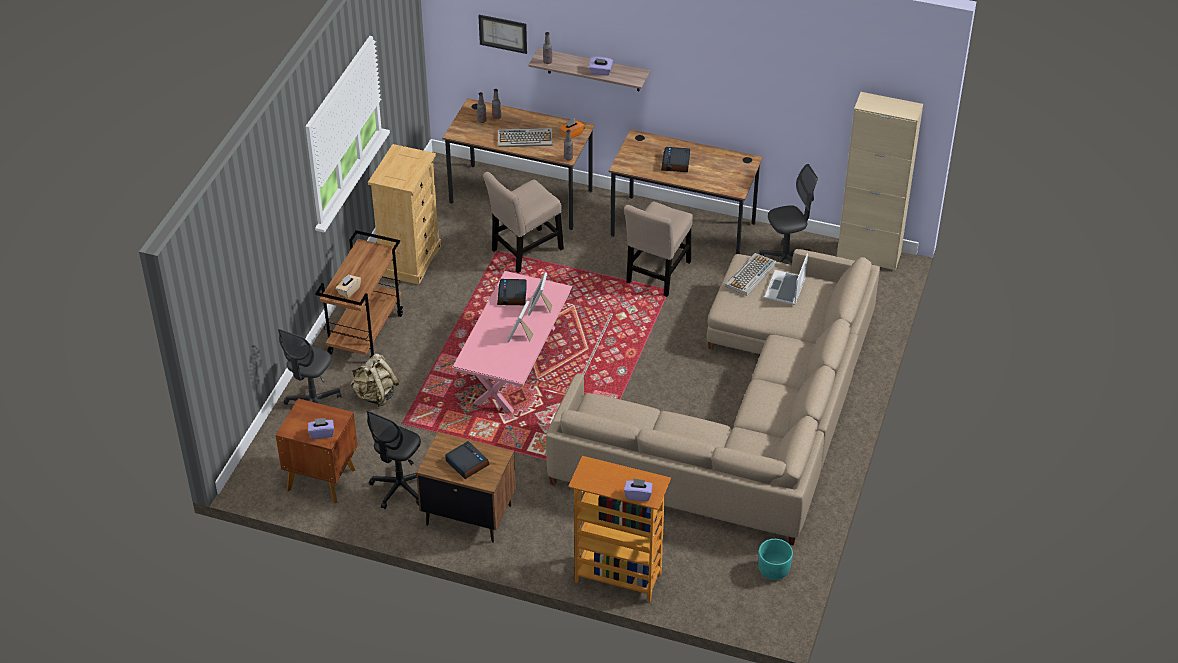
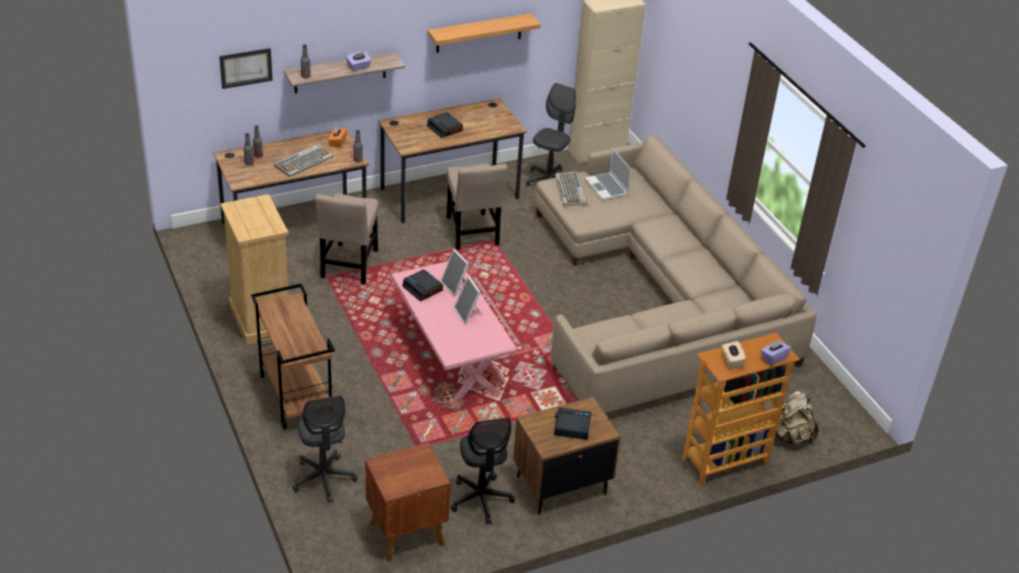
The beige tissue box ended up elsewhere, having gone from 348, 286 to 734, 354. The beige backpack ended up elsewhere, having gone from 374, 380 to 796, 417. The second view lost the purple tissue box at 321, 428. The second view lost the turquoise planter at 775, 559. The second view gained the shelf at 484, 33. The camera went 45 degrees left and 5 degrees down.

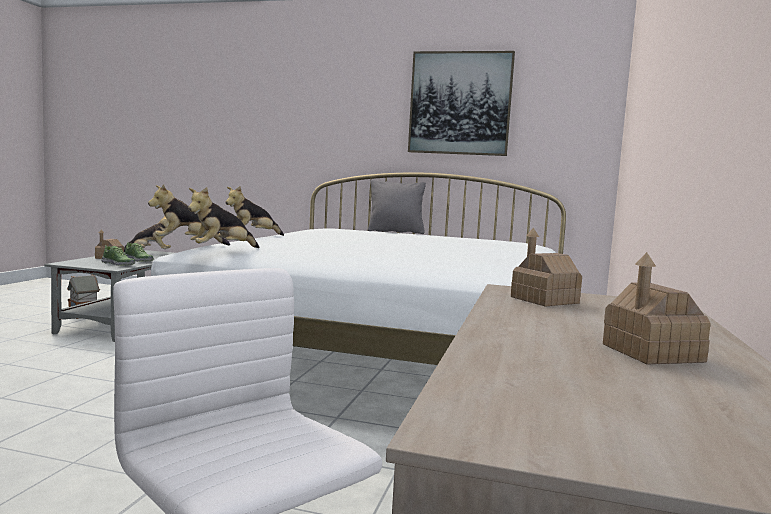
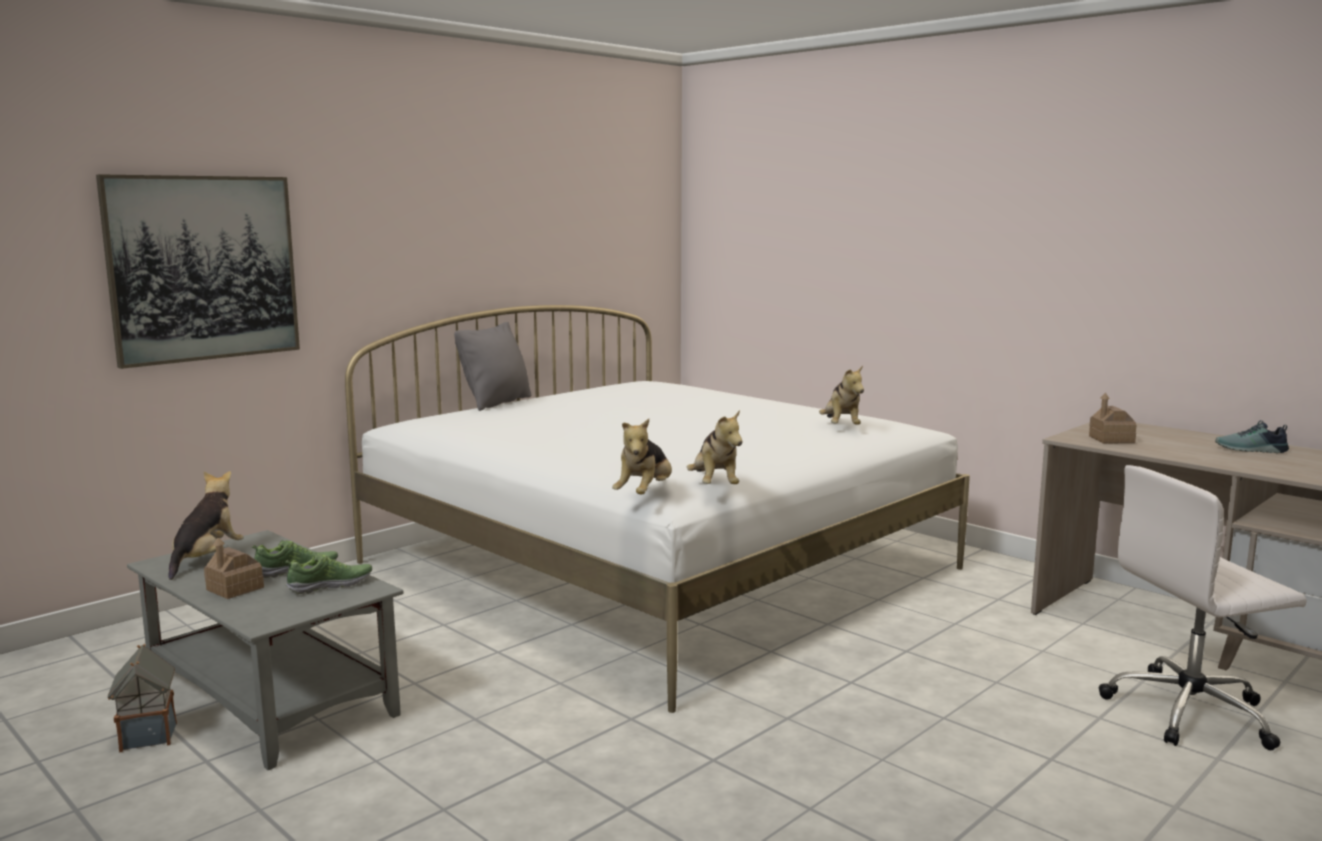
The picture ended up elsewhere, having gone from 461, 103 to 198, 272. The plush toy ended up elsewhere, having gone from 254, 211 to 841, 395. Where the toy house stood at 657, 308, the shoe came to stand at 1252, 436. The camera went 60 degrees left and 5 degrees up.

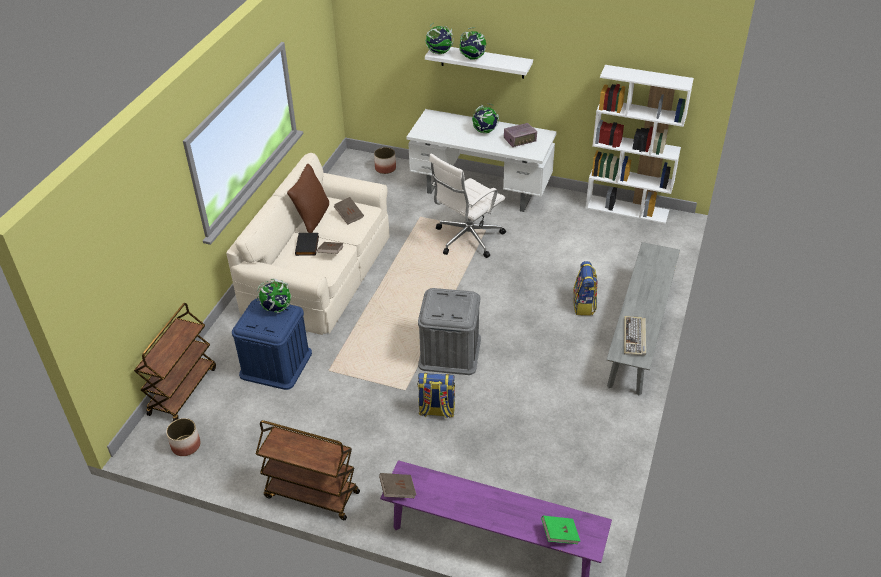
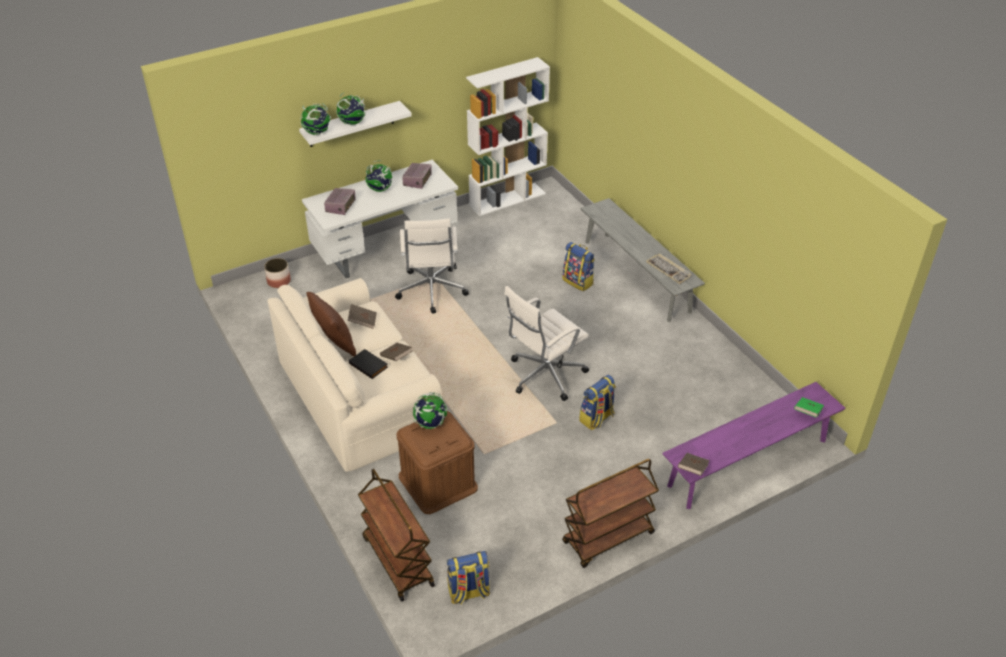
Where the grey storage box stood at 449, 331, the white office chair came to stand at 546, 343. What was the blue storage box at 272, 344 turned into the brown storage box at 437, 462. Where the planter stood at 183, 437, the backpack came to stand at 468, 577. The second view gained the radio at 340, 201. The camera went 50 degrees left and 0 degrees up.

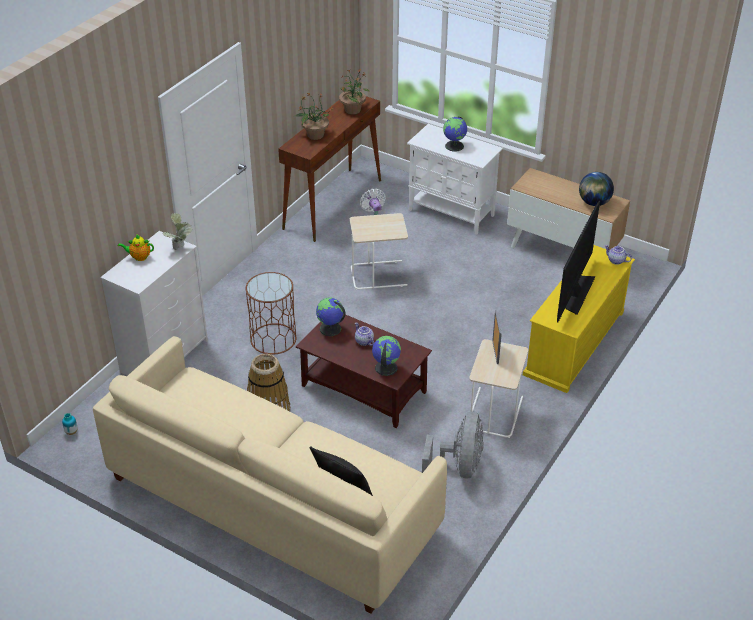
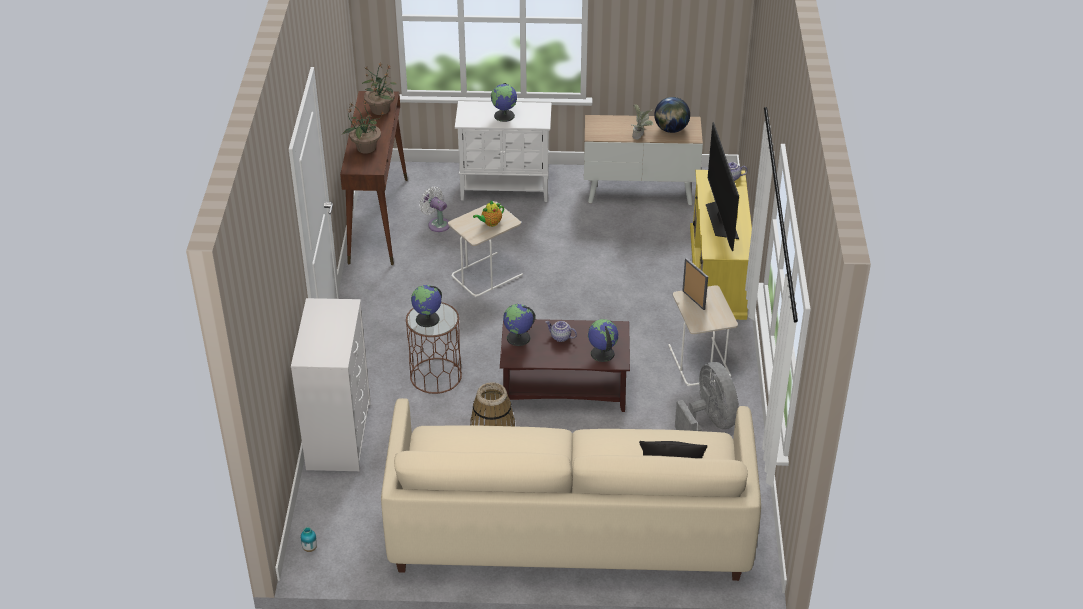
The potted plant ended up elsewhere, having gone from 177, 231 to 642, 122. The teapot ended up elsewhere, having gone from 136, 248 to 488, 213. The second view gained the globe at 426, 306. The camera went 30 degrees left and 0 degrees up.

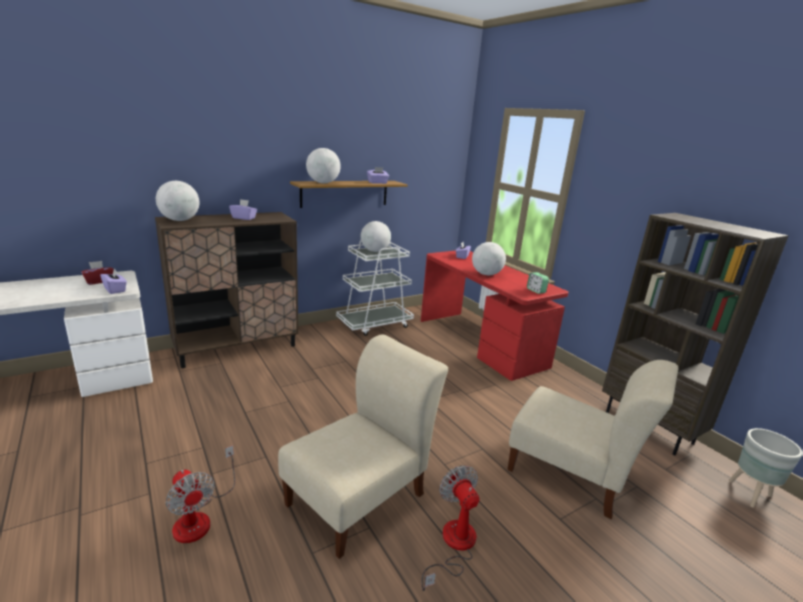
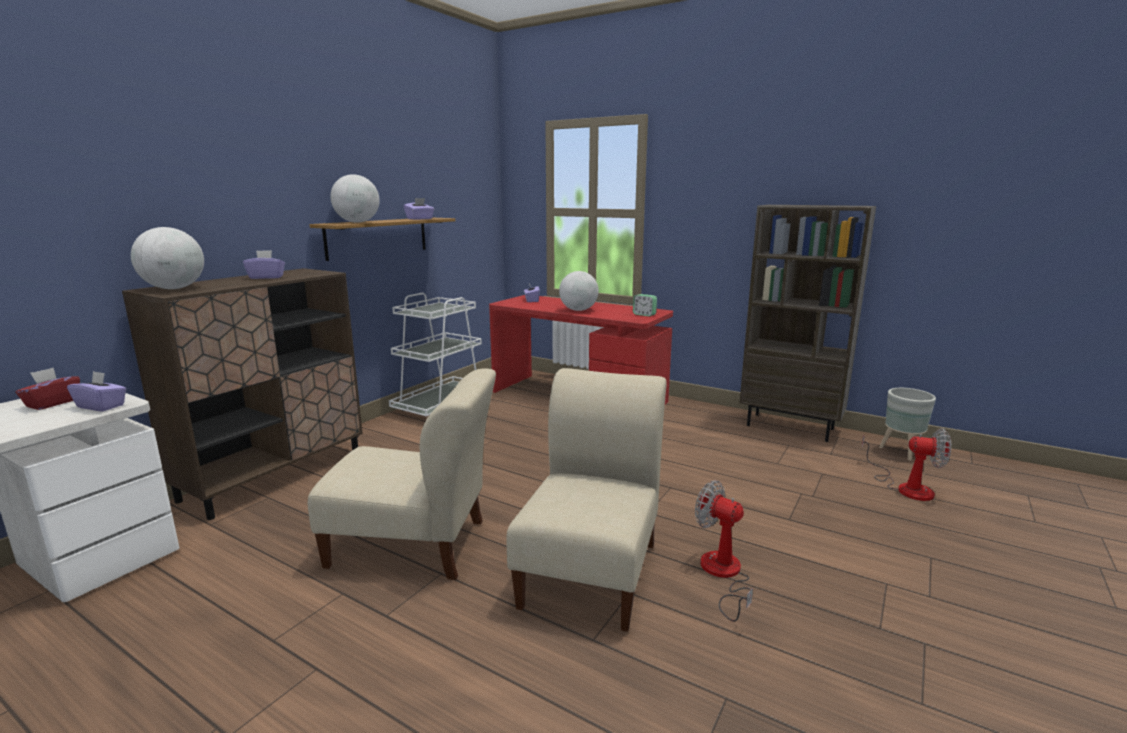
The second view lost the globe at 376, 236. The beige chair ended up elsewhere, having gone from 592, 439 to 402, 474. The fan ended up elsewhere, having gone from 200, 494 to 906, 464. The camera went 25 degrees left and 5 degrees down.

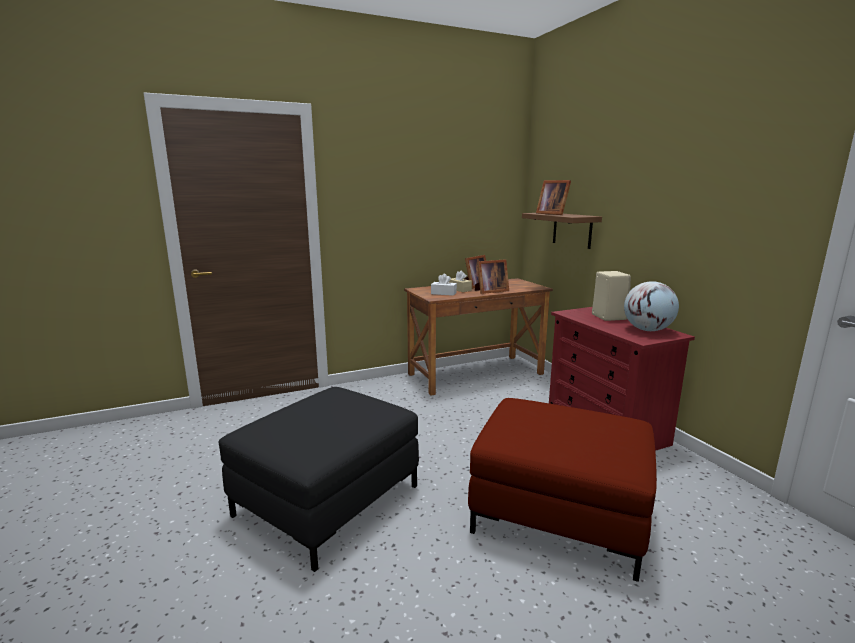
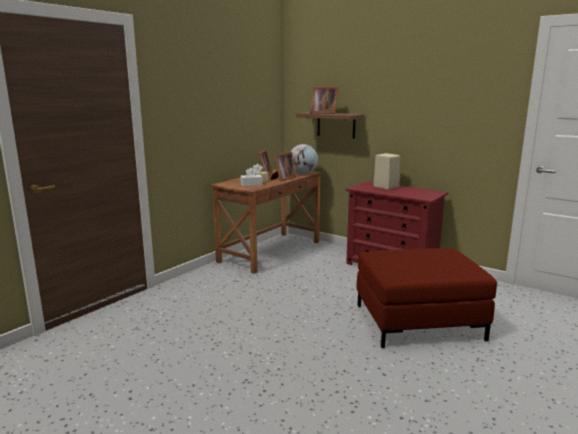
The globe ended up elsewhere, having gone from 651, 306 to 304, 159. The second view lost the black ottoman at 318, 479. The camera went 30 degrees left and 0 degrees up.

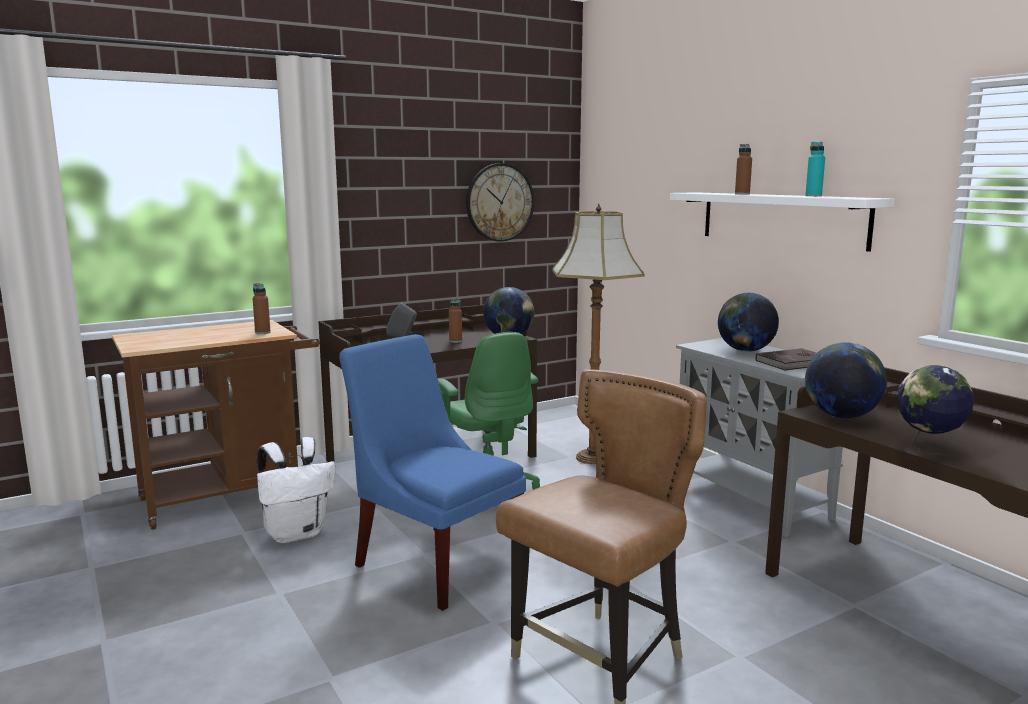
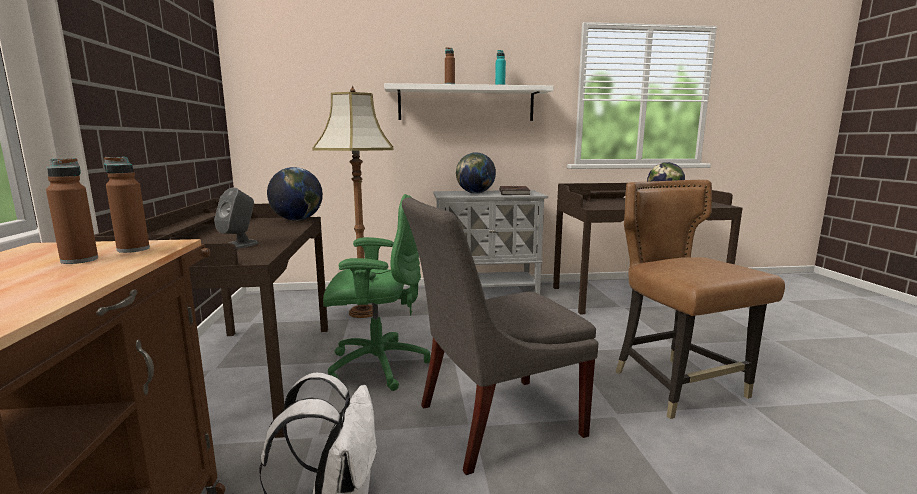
The second view lost the wall clock at 500, 202. The brown bottle ended up elsewhere, having gone from 455, 320 to 72, 211. What was the blue chair at 432, 472 turned into the grey chair at 500, 336. The second view lost the globe at 846, 380. The camera went 65 degrees left and 0 degrees up.

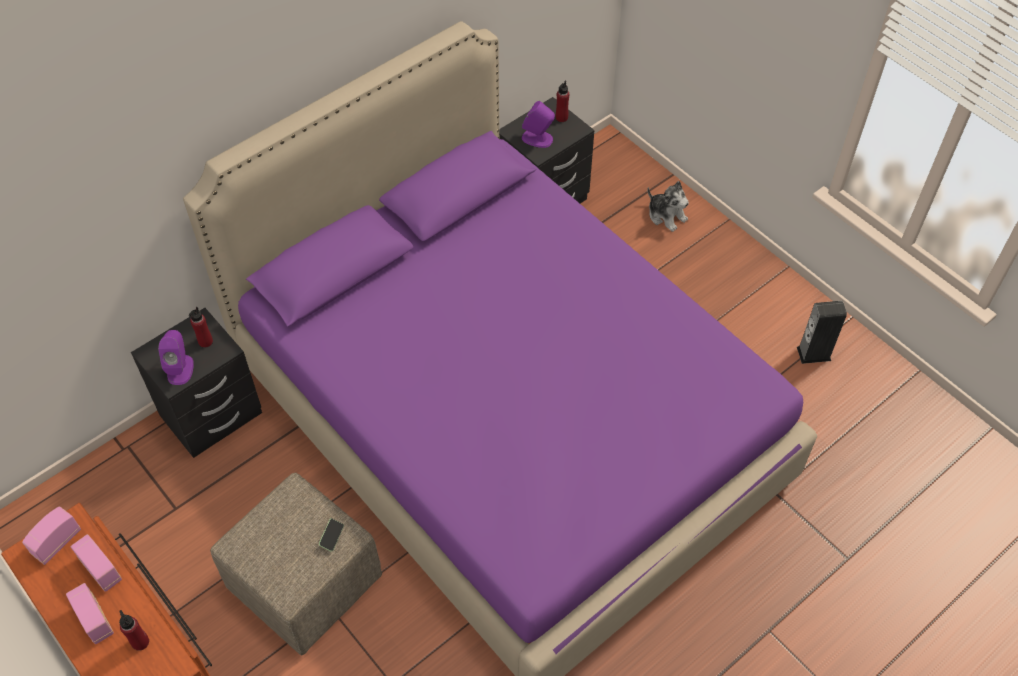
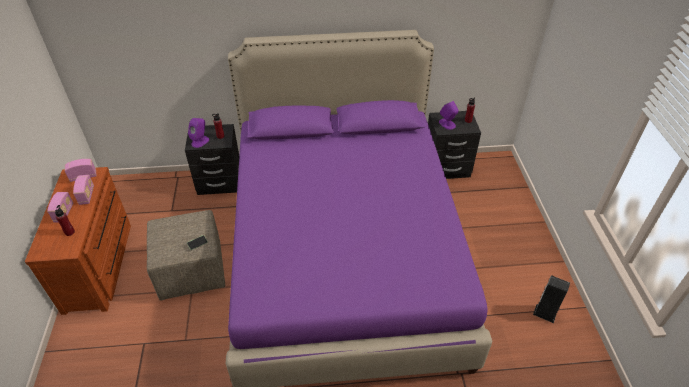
The second view lost the plush toy at 668, 206. The camera went 35 degrees right and 10 degrees down.

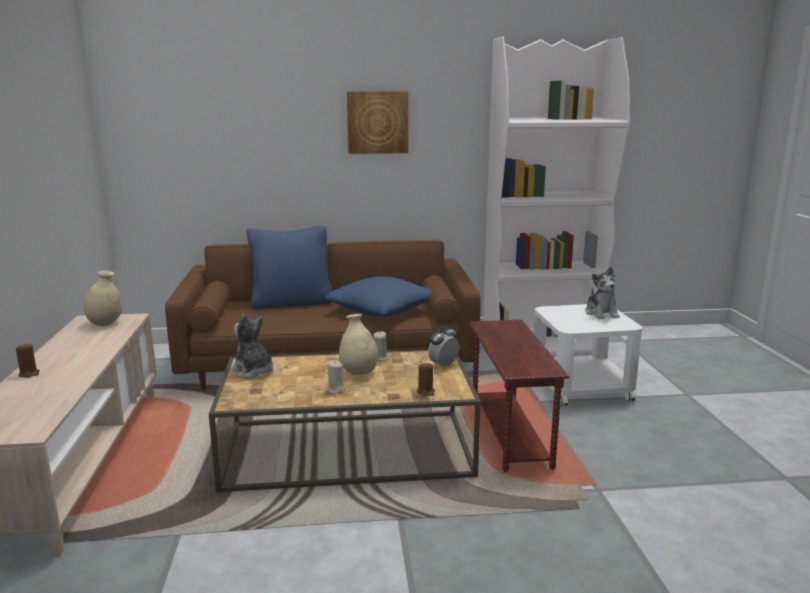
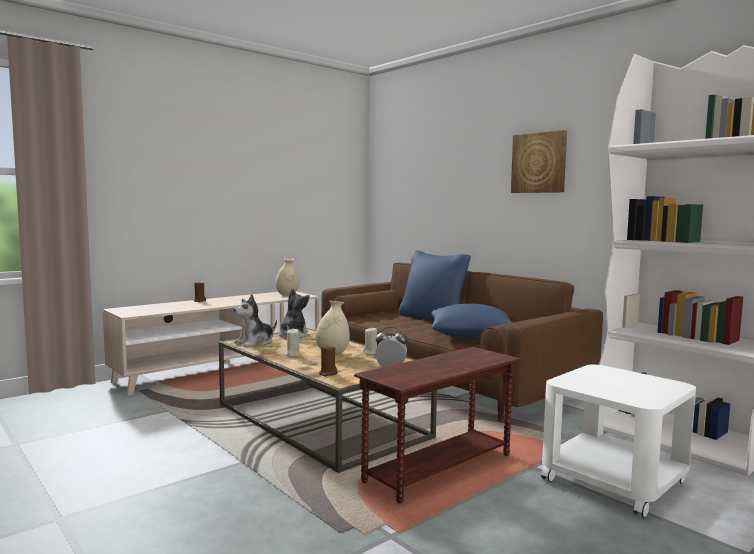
The plush toy ended up elsewhere, having gone from 602, 293 to 255, 320. The camera went 55 degrees right and 10 degrees down.

